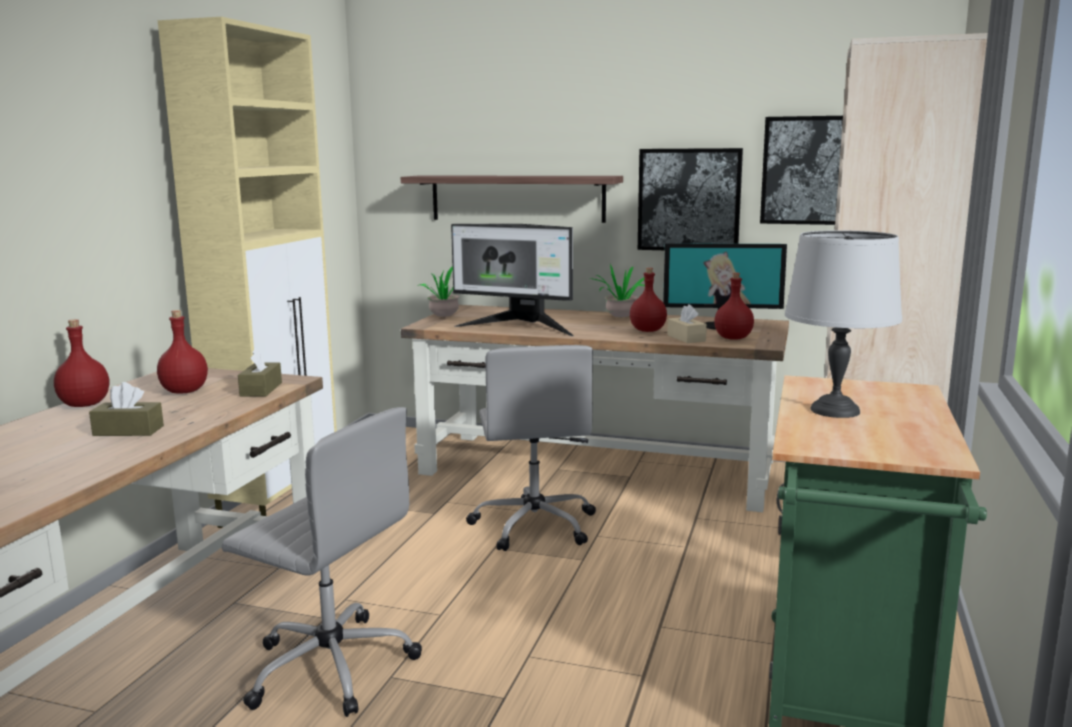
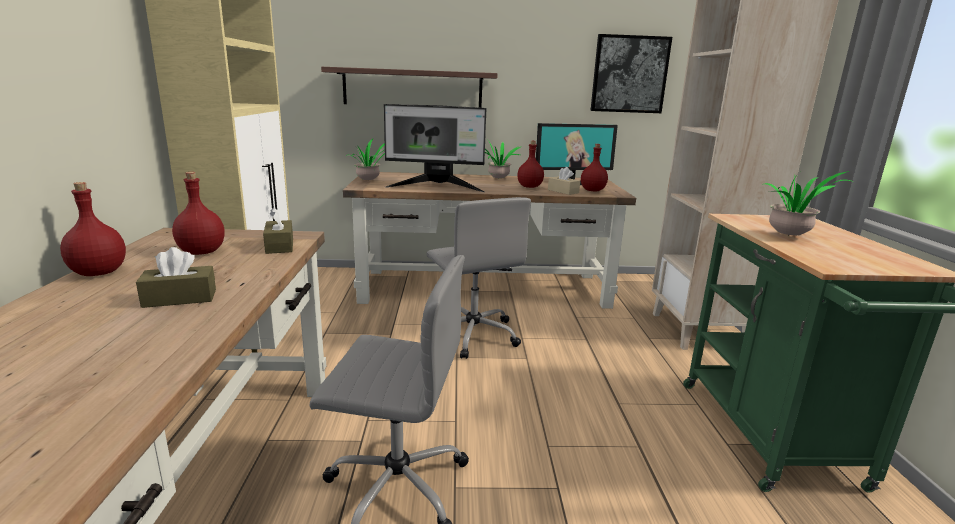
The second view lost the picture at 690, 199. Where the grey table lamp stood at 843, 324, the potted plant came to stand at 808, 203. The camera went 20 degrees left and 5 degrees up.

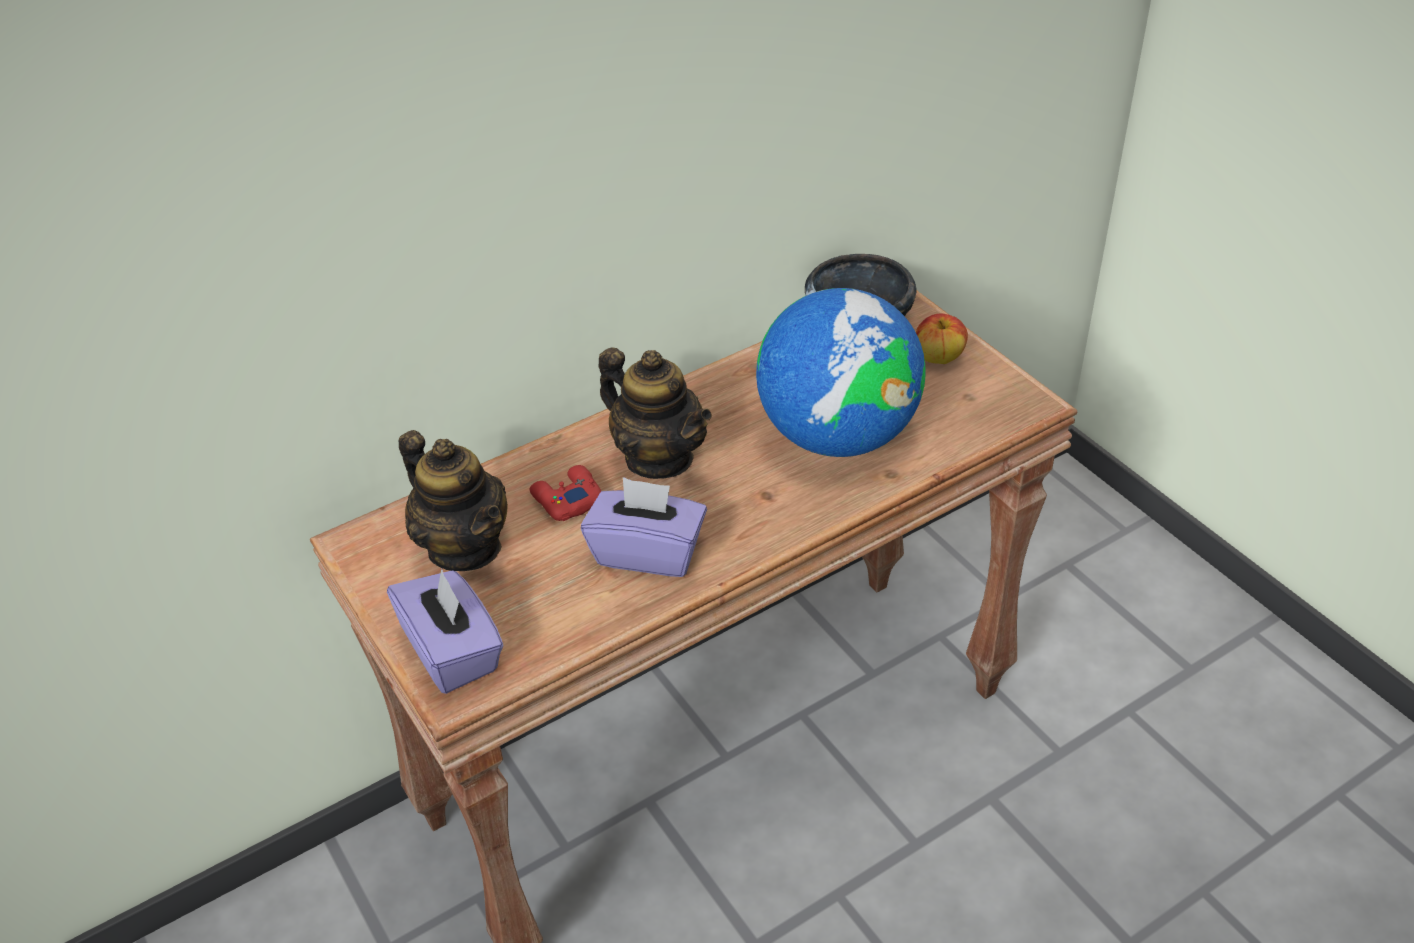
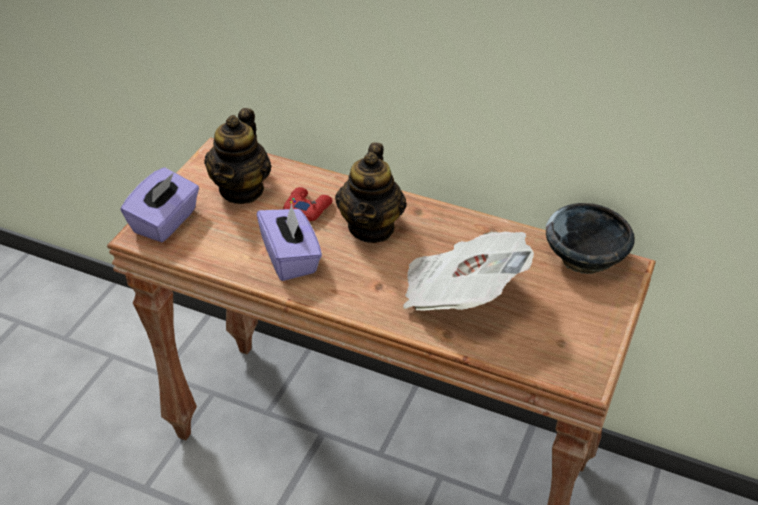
Where the globe stood at 841, 372, the newspaper came to stand at 468, 271. The second view lost the apple at 942, 338. The camera went 55 degrees right and 0 degrees up.

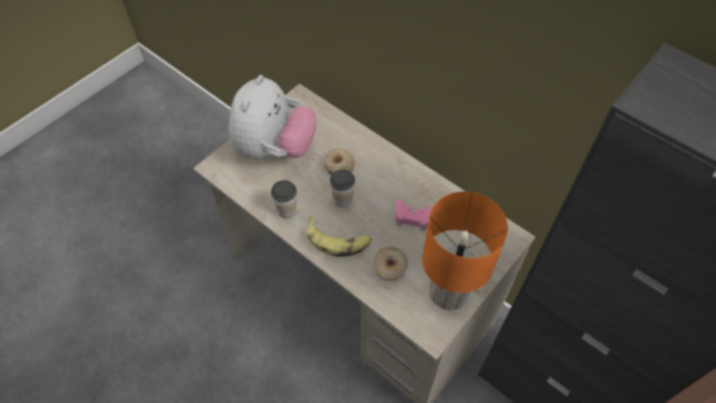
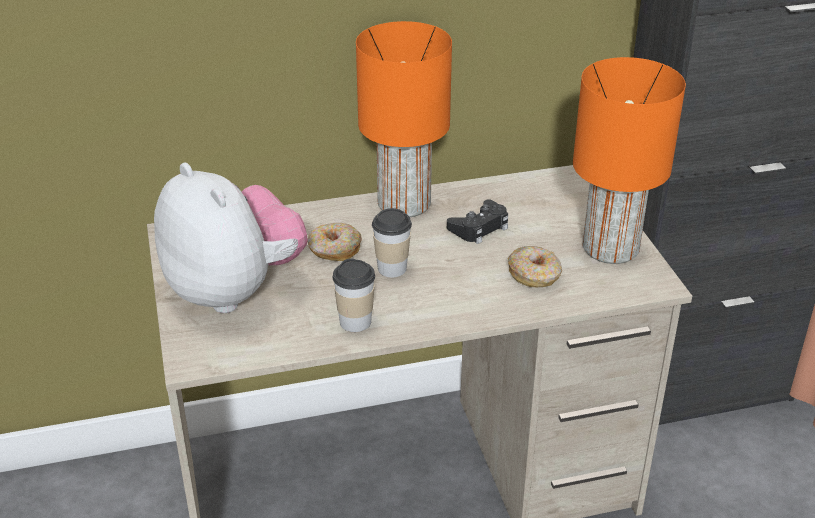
What was the pink game controller at 414, 215 turned into the black game controller at 477, 221. The second view lost the banana at 339, 236. The second view gained the orange table lamp at 404, 119. The camera went 55 degrees left and 20 degrees down.

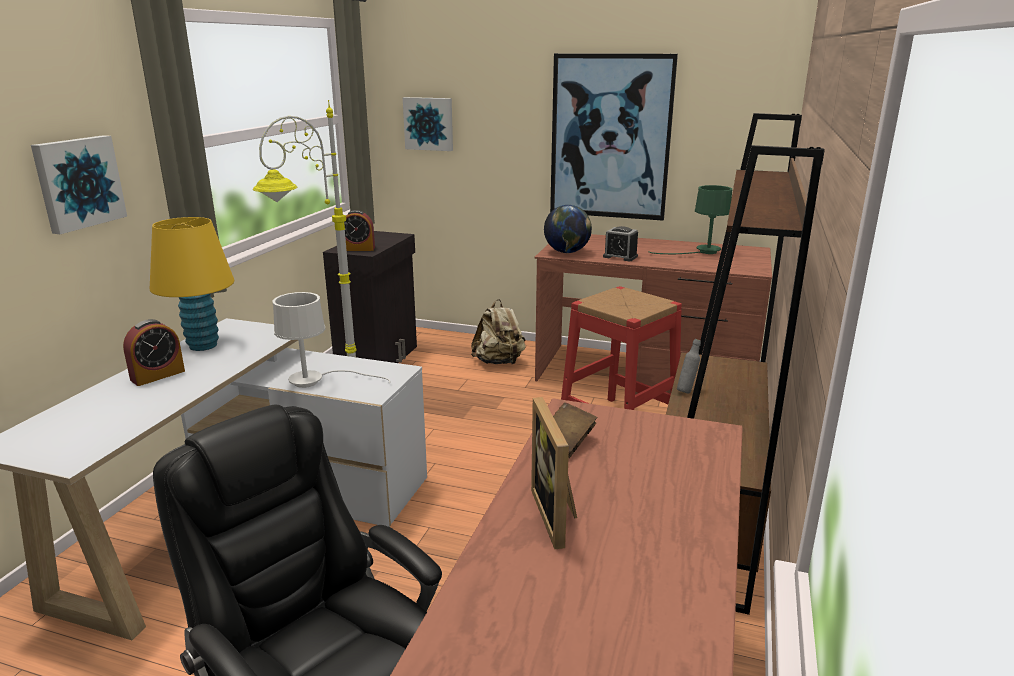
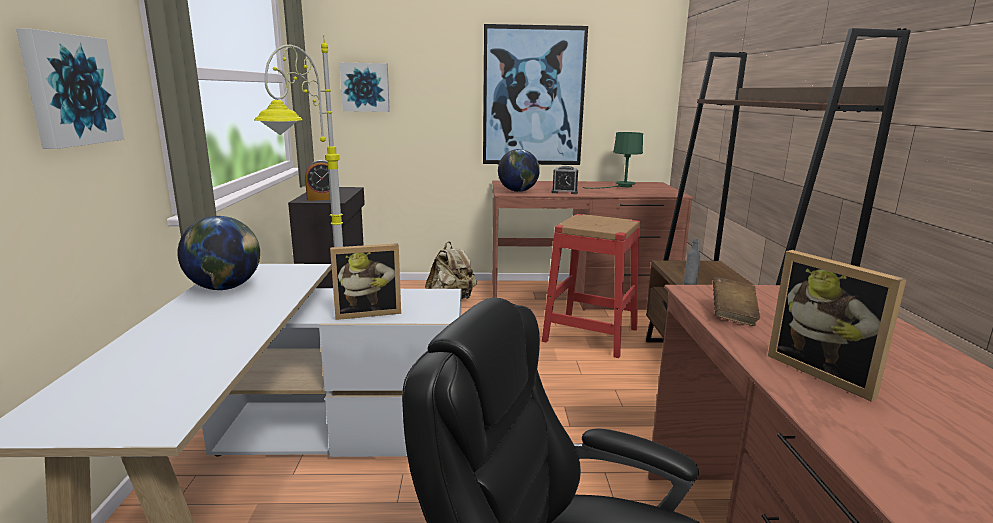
Where the yellow table lamp stood at 192, 284, the globe came to stand at 219, 253. Where the white table lamp stood at 331, 340, the picture frame came to stand at 365, 281. The second view lost the alarm clock at 154, 352. The camera went 20 degrees left and 5 degrees down.

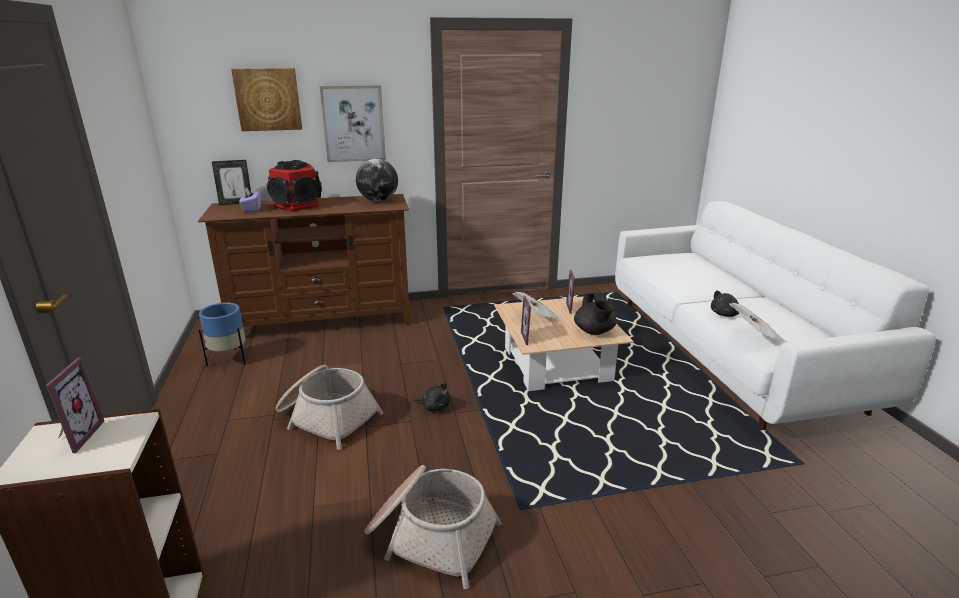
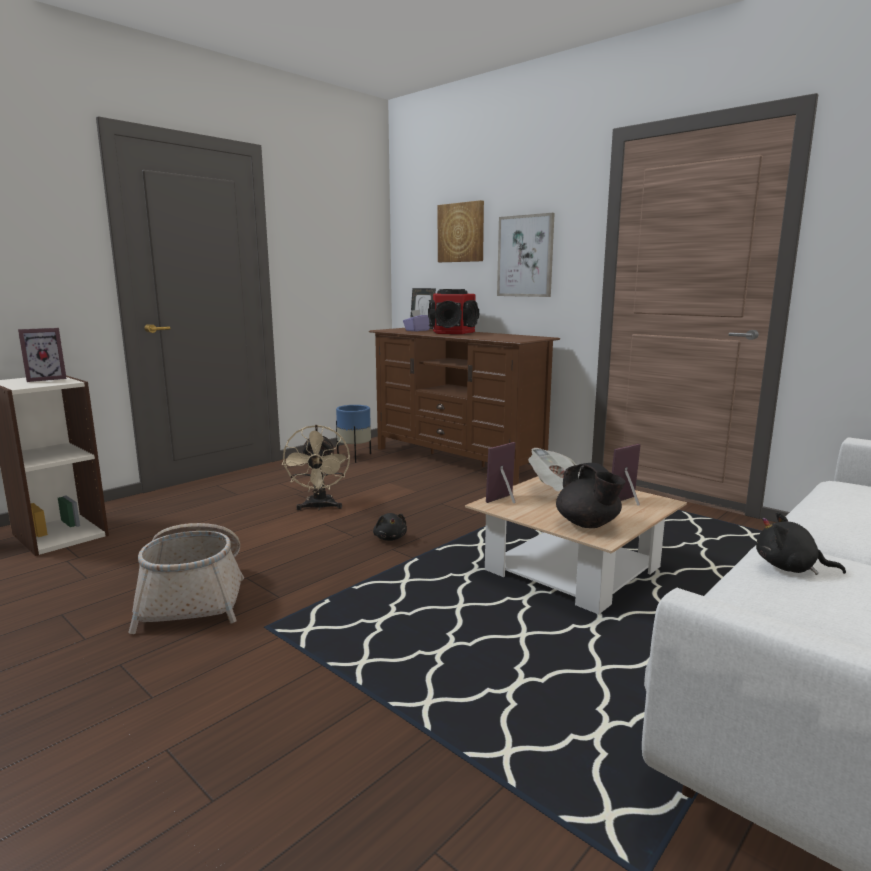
The second view lost the globe at 377, 180. The black teapot at 595, 314 ended up facing another way, 75 degrees counterclockwise from before. The second view lost the newspaper at 757, 322. Where the basket stood at 329, 407, the beige fan came to stand at 316, 467. The camera went 55 degrees right and 10 degrees down.

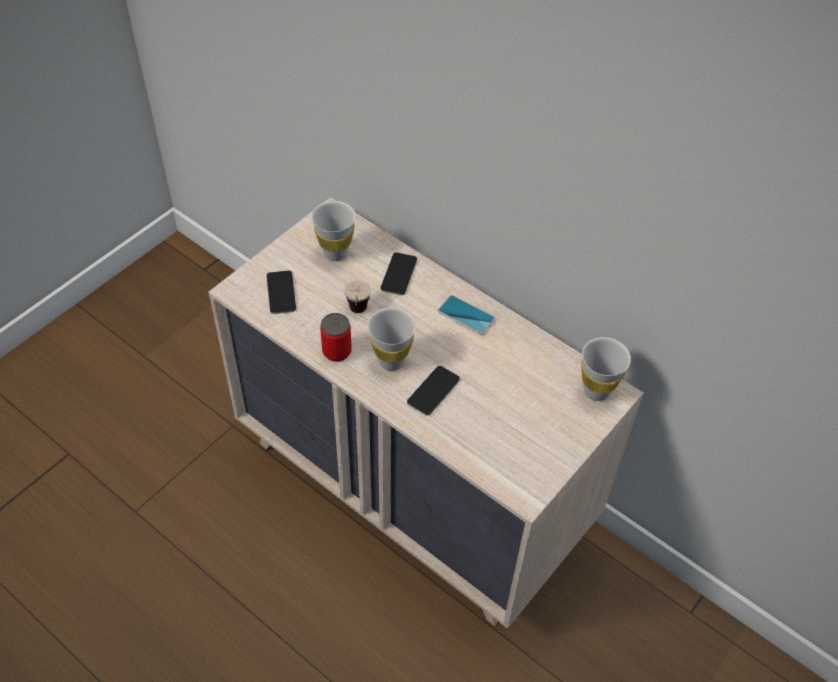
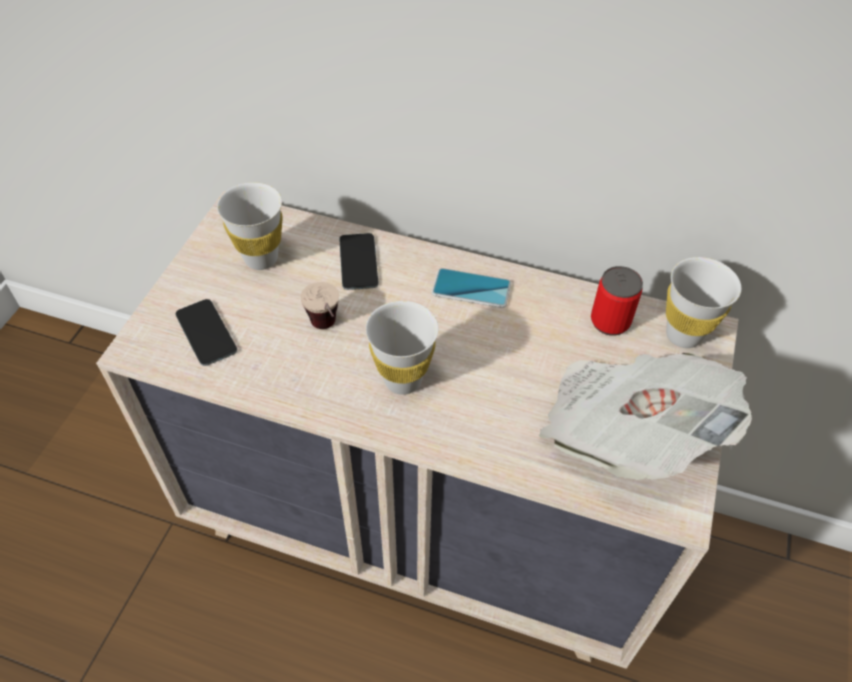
The can ended up elsewhere, having gone from 336, 337 to 617, 301. The second view lost the phone at 433, 391. The second view gained the newspaper at 645, 416. The camera went 20 degrees left and 0 degrees up.

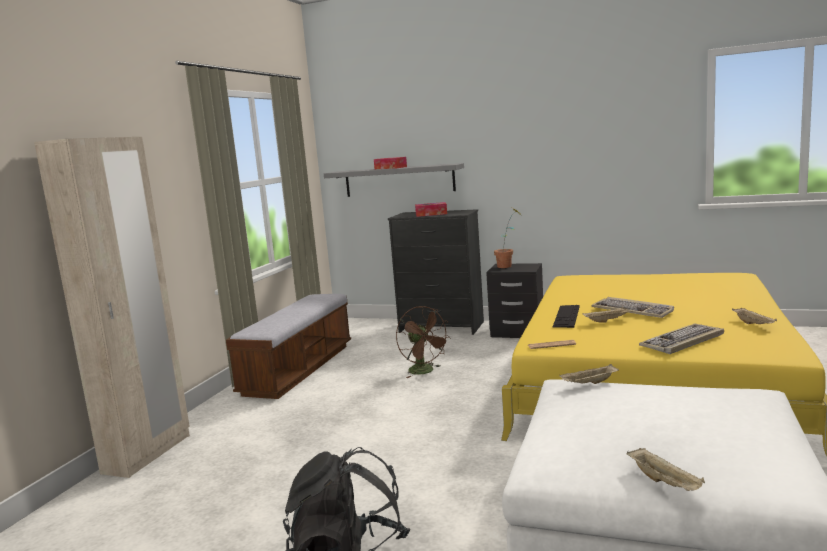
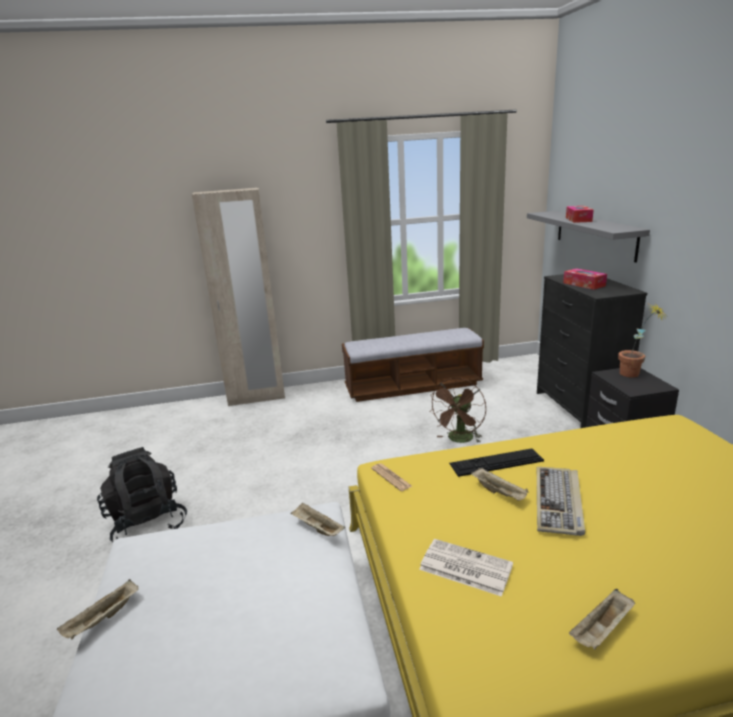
Where the keyboard stood at 681, 339, the newspaper came to stand at 466, 568. The camera went 60 degrees right and 10 degrees up.

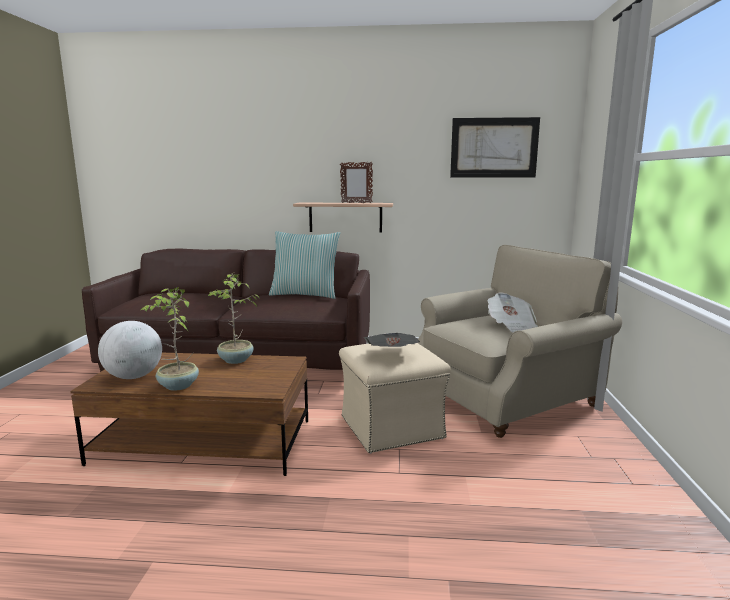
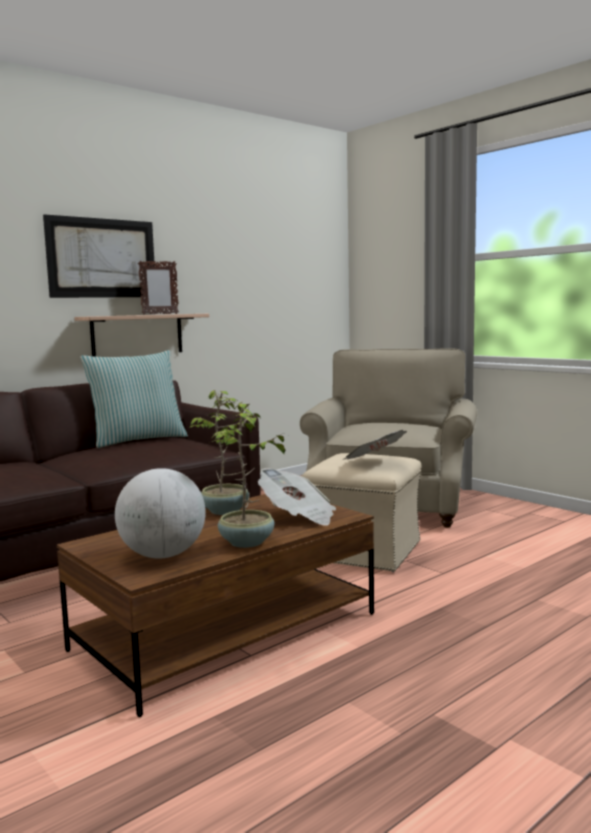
The picture ended up elsewhere, having gone from 495, 147 to 99, 256. The newspaper ended up elsewhere, having gone from 513, 313 to 297, 497. The camera went 45 degrees left and 5 degrees down.

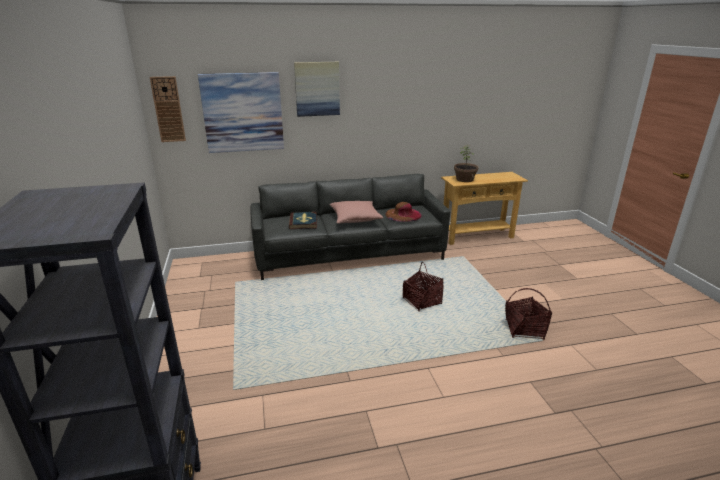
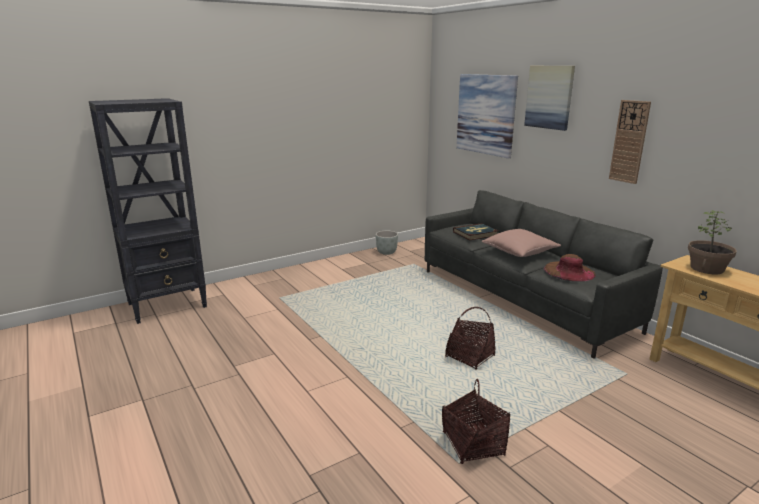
The wall clock ended up elsewhere, having gone from 168, 109 to 630, 142. The second view gained the grey planter at 387, 243. The camera went 70 degrees right and 5 degrees down.

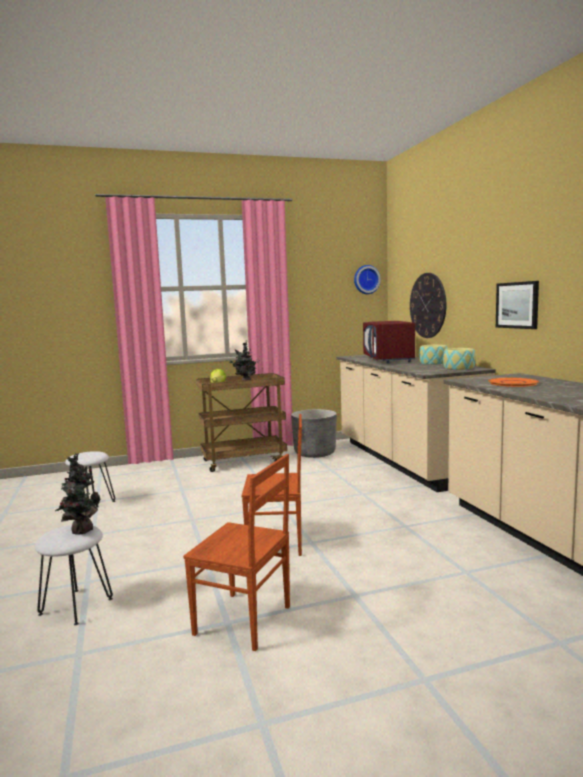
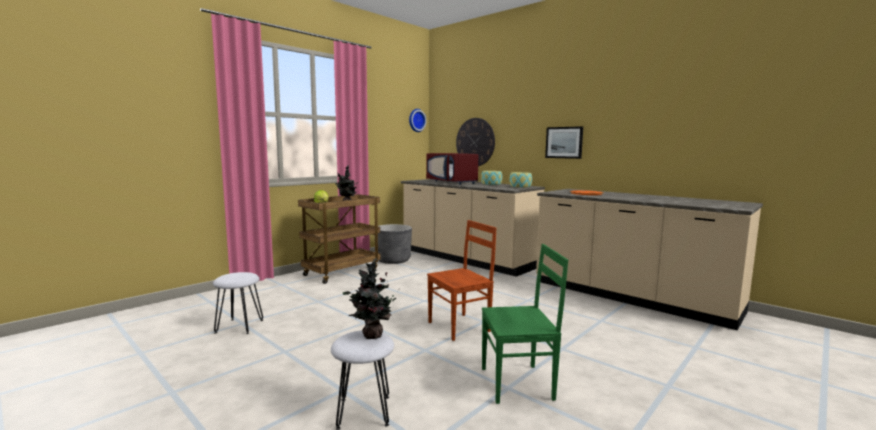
What was the brown chair at 236, 552 turned into the green chair at 525, 324. The camera went 30 degrees left and 0 degrees up.

